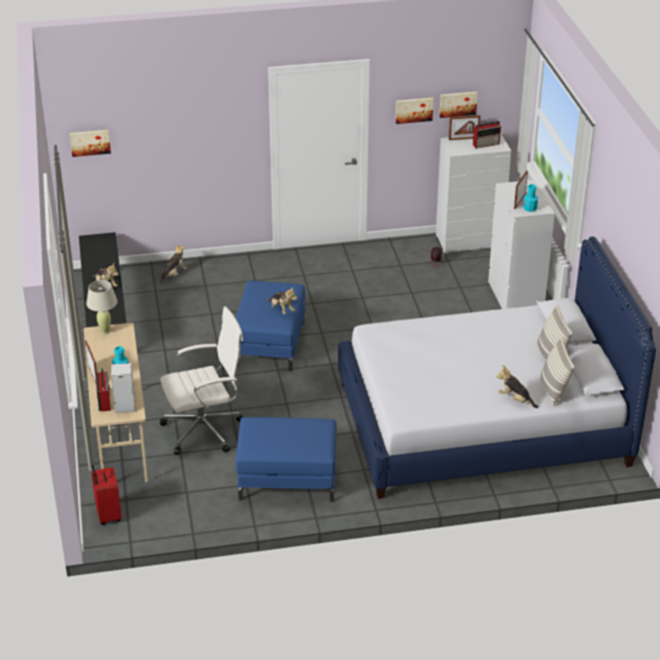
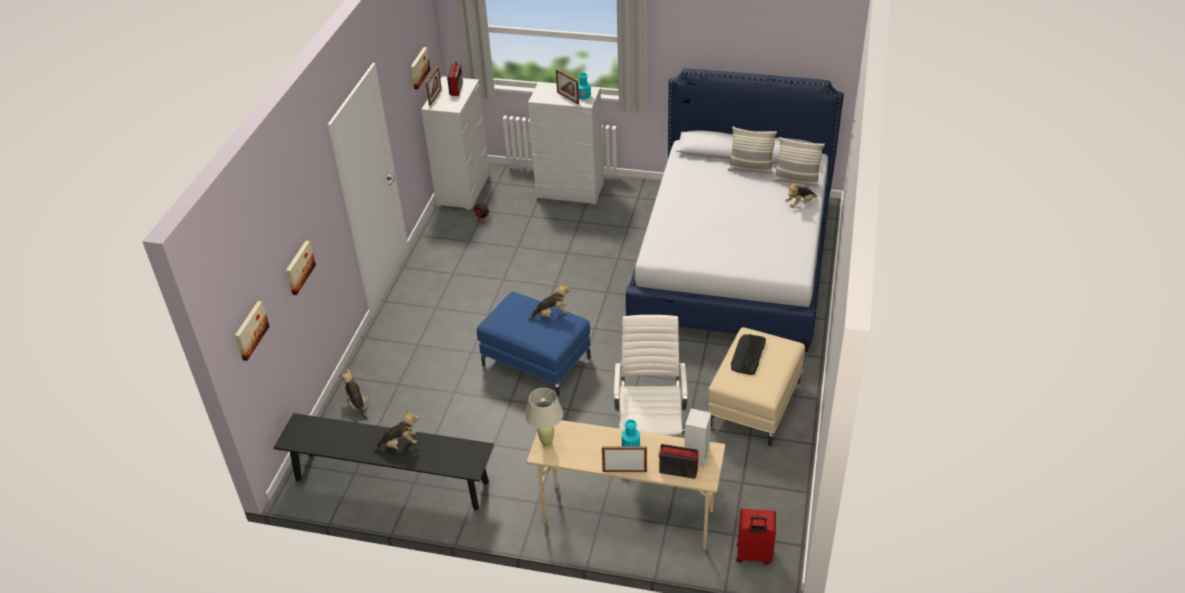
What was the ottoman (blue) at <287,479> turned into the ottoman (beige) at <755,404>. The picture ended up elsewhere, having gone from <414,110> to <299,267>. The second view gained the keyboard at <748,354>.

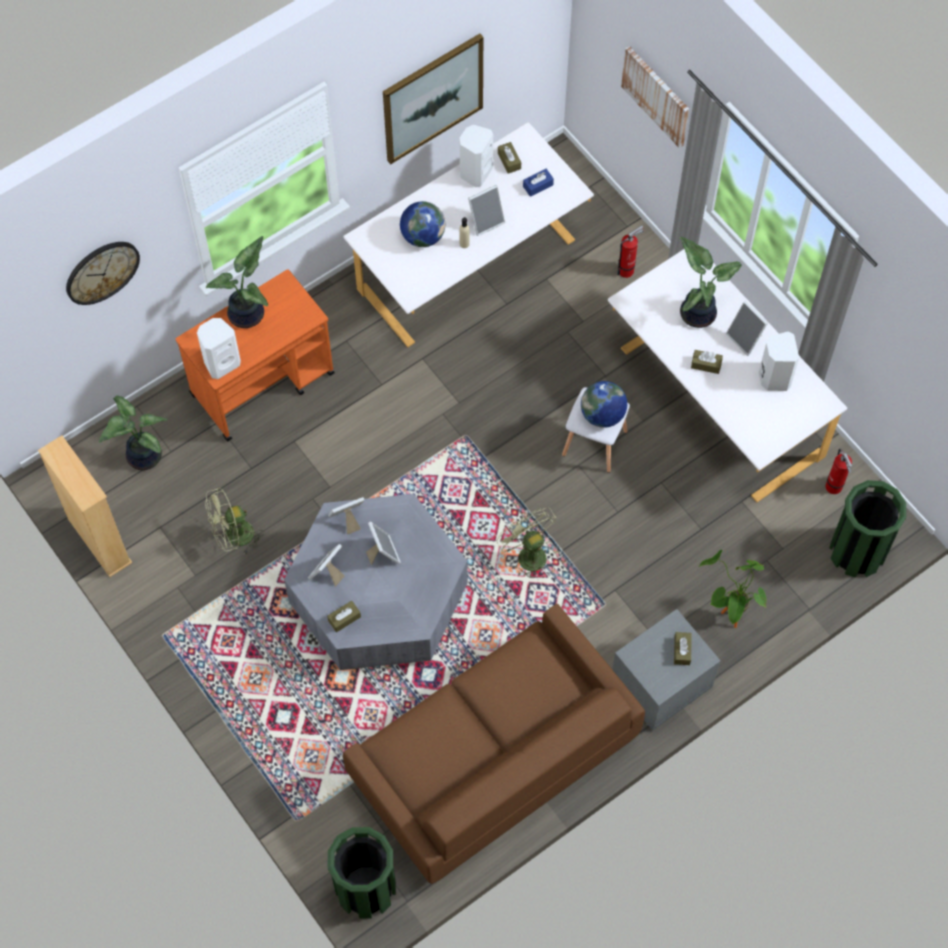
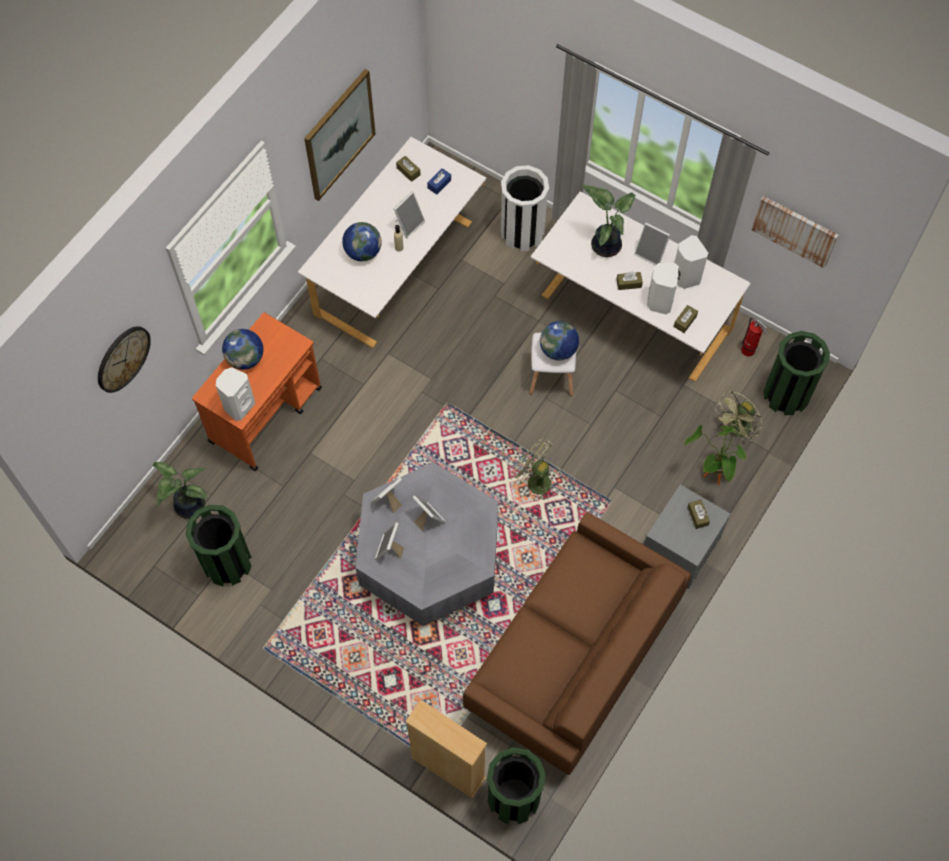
The bookcase (beige) ended up elsewhere, having gone from <99,541> to <448,768>. The fan (green) ended up elsewhere, having gone from <234,537> to <736,430>. Where the potted plant stood at <248,314>, the globe came to stand at <245,358>. The tissue box (brown) ended up elsewhere, having gone from <344,618> to <685,321>. The speaker (white) ended up elsewhere, having gone from <475,172> to <659,301>. Where the fire extinguisher stood at <627,269>, the trash can (white) came to stand at <522,232>. The picture ended up elsewhere, having gone from <656,96> to <795,230>. The second view gained the trash can (green) at <227,563>.

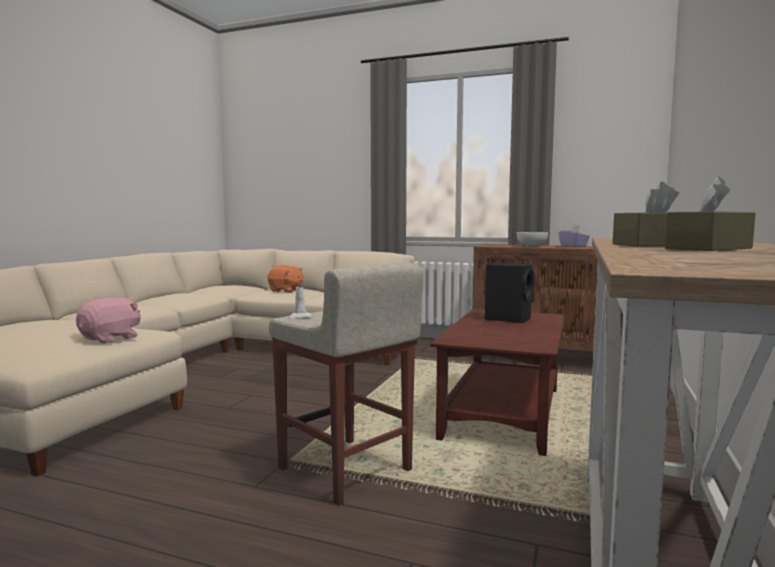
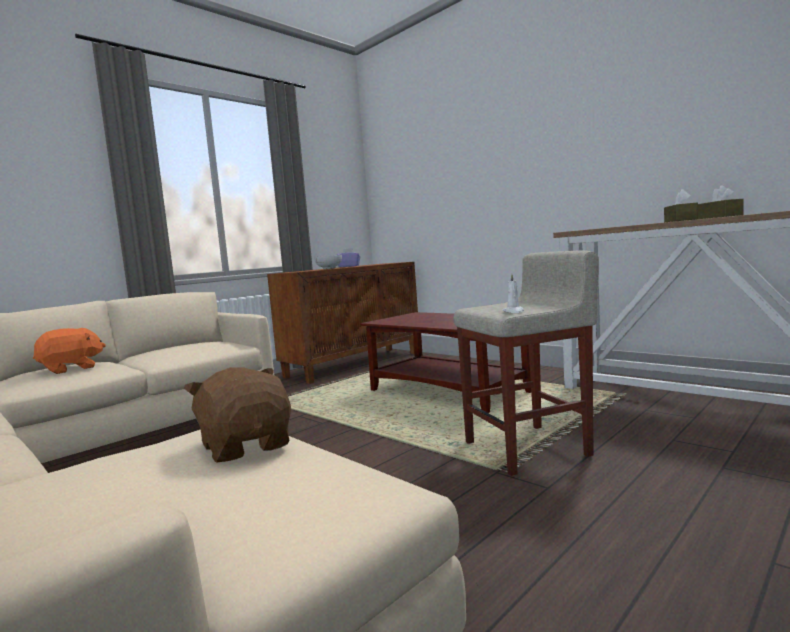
What was the plush toy (pink) at <111,339> turned into the plush toy (brown) at <246,446>. The second view lost the speaker (black) at <509,318>.

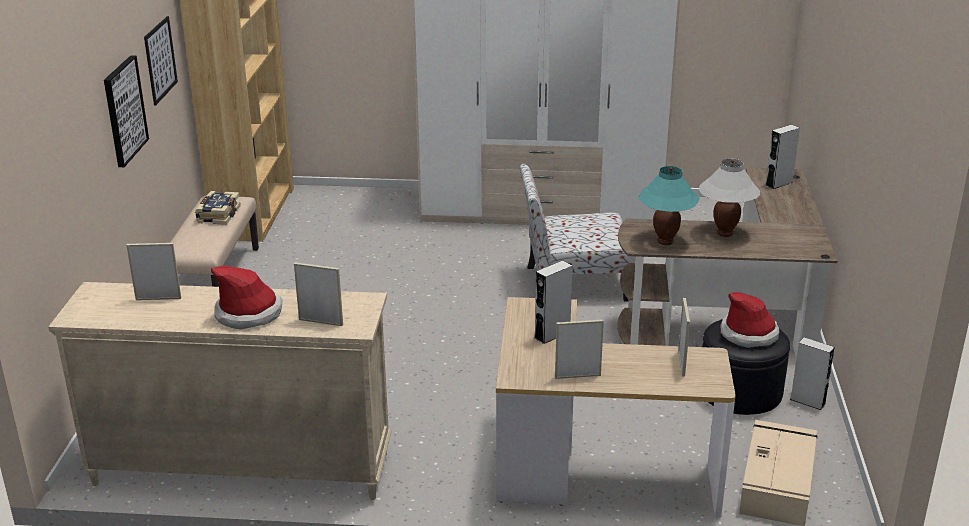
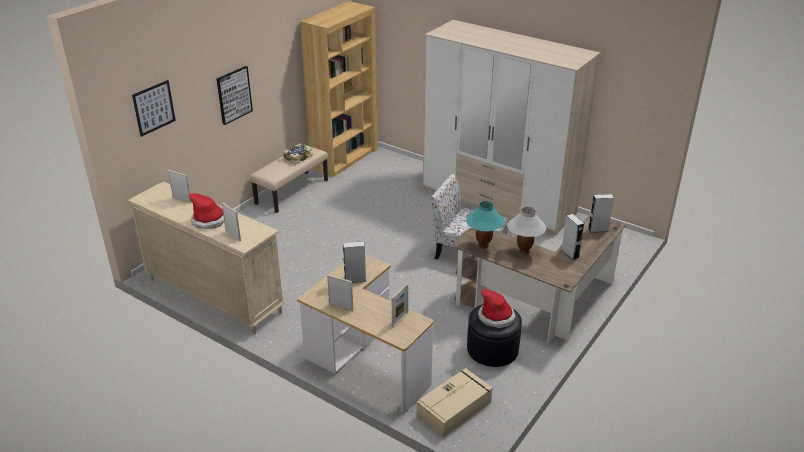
The picture ended up elsewhere, having gone from <160,60> to <154,108>. The speaker (grey) ended up elsewhere, having gone from <807,401> to <570,253>.

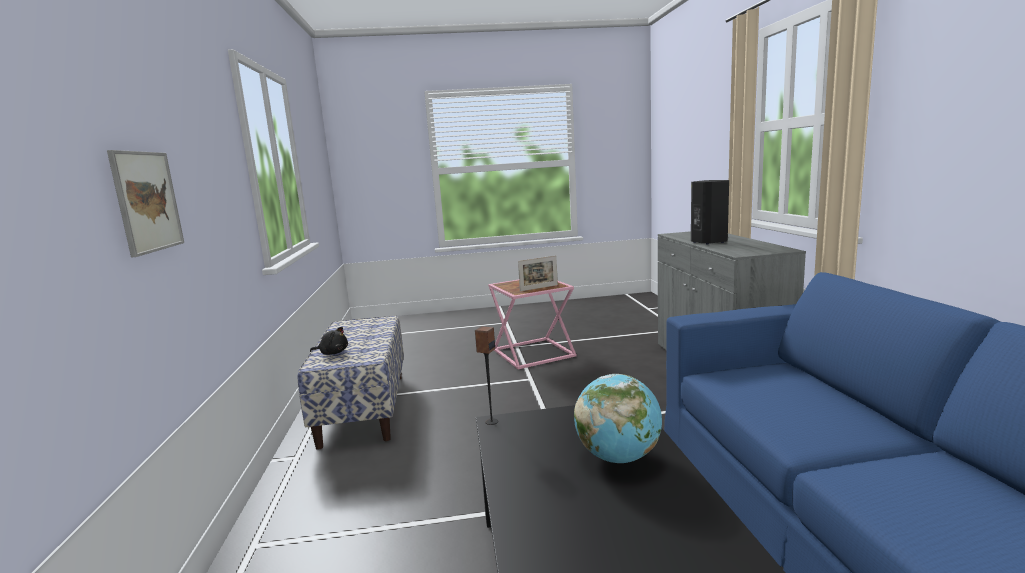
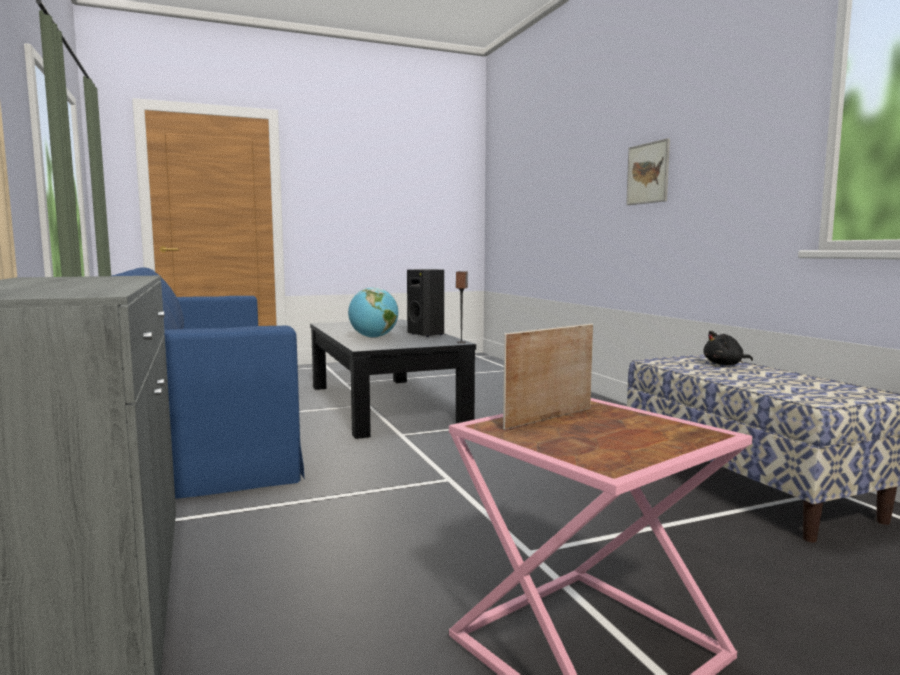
The speaker (black) ended up elsewhere, having gone from <707,242> to <427,334>.

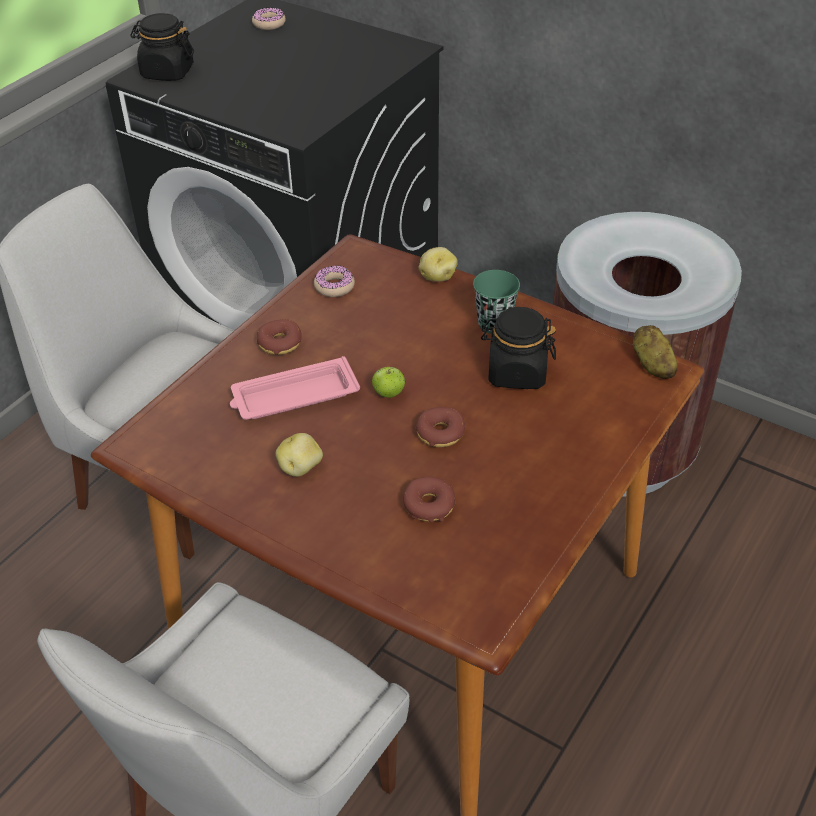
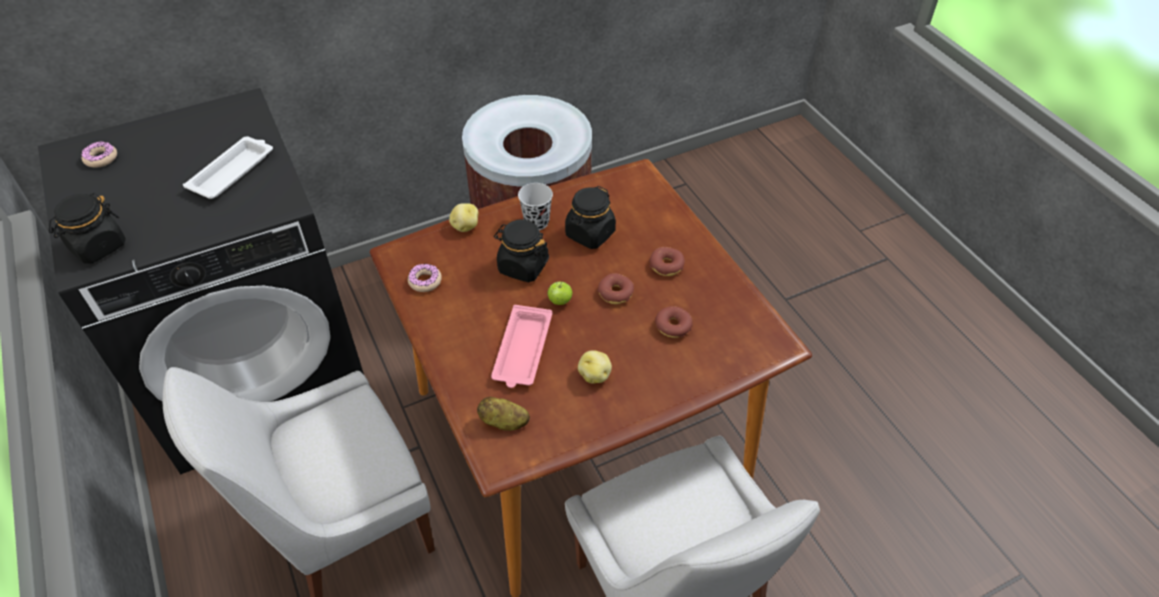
The donut ended up elsewhere, having gone from <280,343> to <666,265>. What was the cup (green) at <494,324> turned into the cup (black) at <536,222>. The potato ended up elsewhere, having gone from <652,365> to <504,422>. The second view gained the tray (white) at <233,171>. The second view gained the jar (black) at <522,266>.

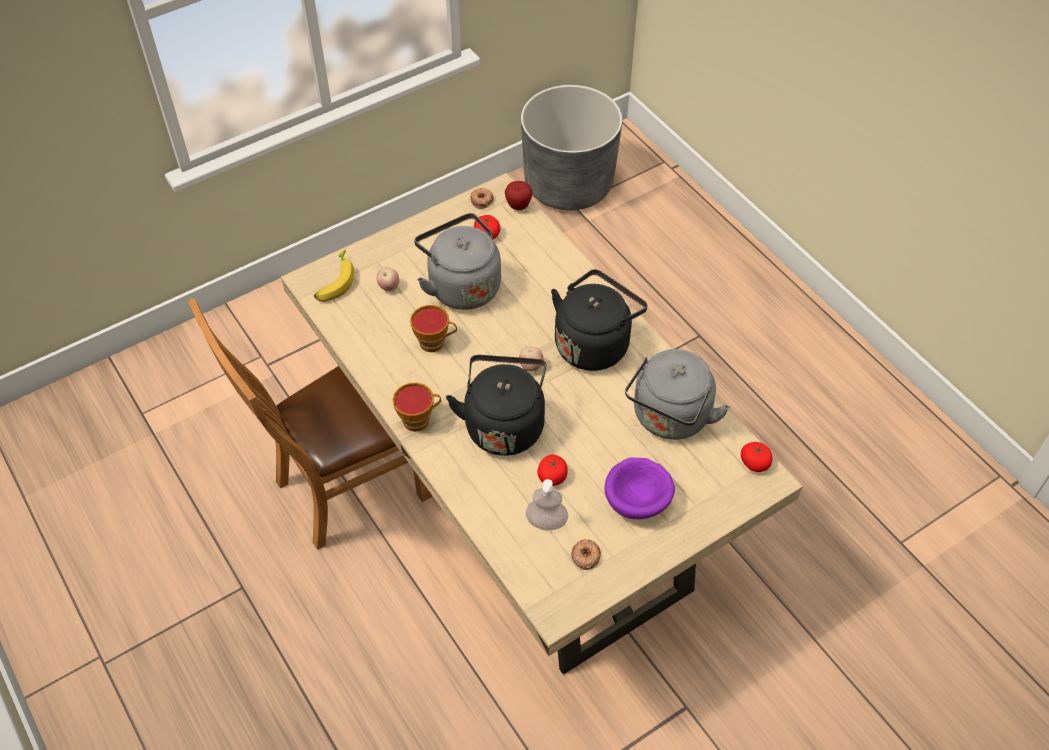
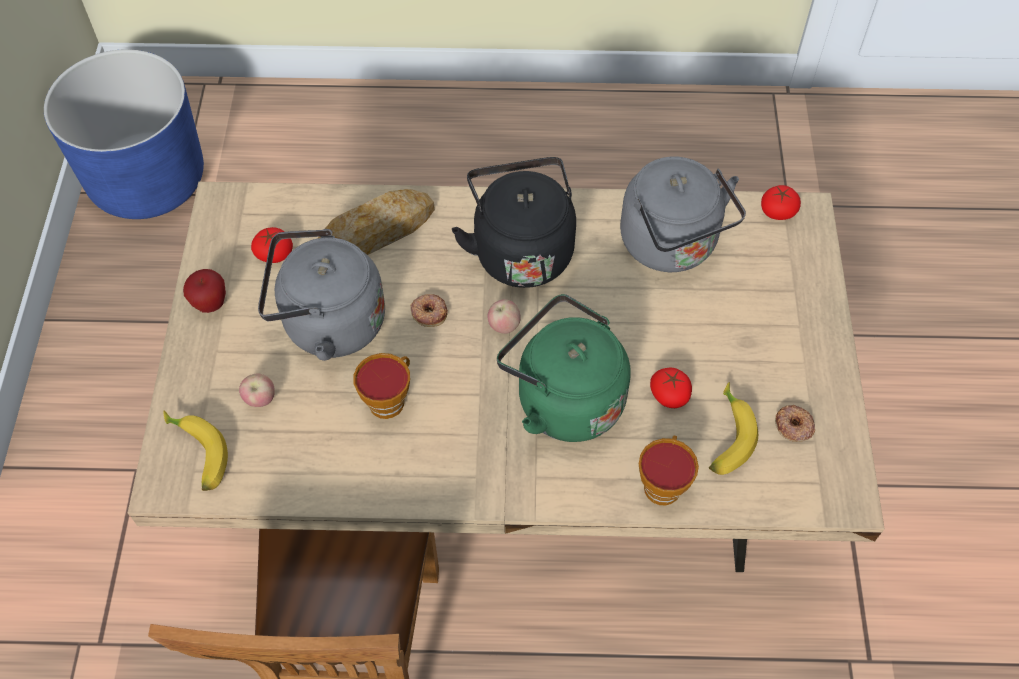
The cup ended up elsewhere, having gone from <419,419> to <662,483>. What was the kettle (black) at <504,424> turned into the kettle (green) at <564,399>. The donut ended up elsewhere, having gone from <482,200> to <429,312>. The apple ended up elsewhere, having gone from <518,206> to <210,304>. What was the planter (grey) at <568,184> turned into the planter (blue) at <147,180>. Where the soap dispenser stood at <546,522>, the banana came to stand at <725,436>. The second view lost the bowl (purple) at <638,501>. The second view gained the bread at <376,232>.

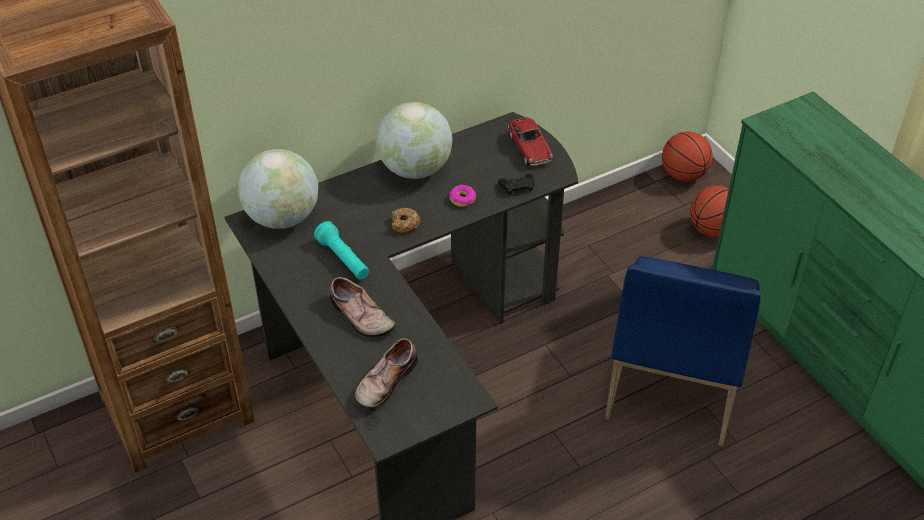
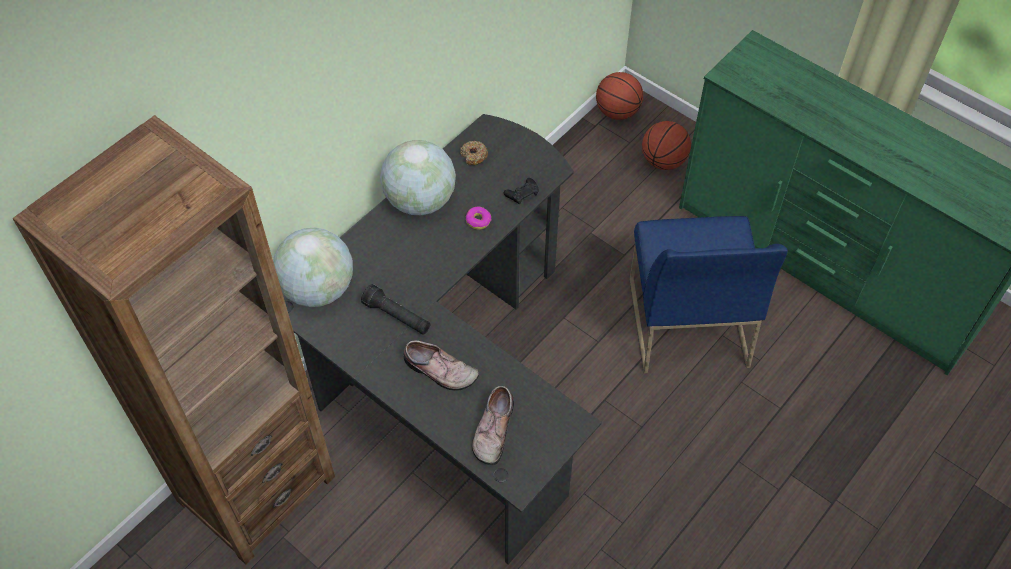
What was the flashlight (turquoise) at <343,259> turned into the flashlight (black) at <397,317>. The donut ended up elsewhere, having gone from <405,224> to <474,156>. The second view lost the toy car at <529,148>.

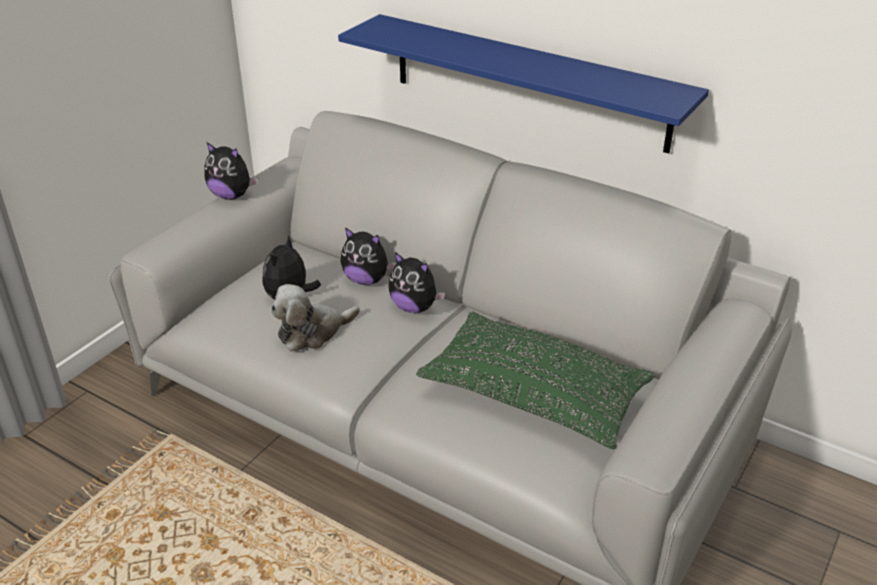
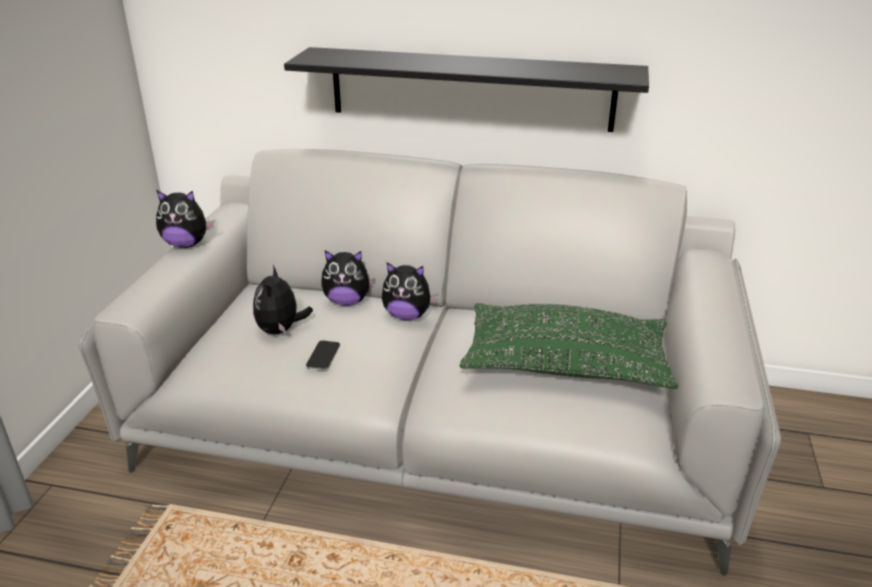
Where the plush toy stood at <312,332>, the phone came to stand at <323,356>. What was the shelf (blue) at <528,82> turned into the shelf (black) at <470,89>.

